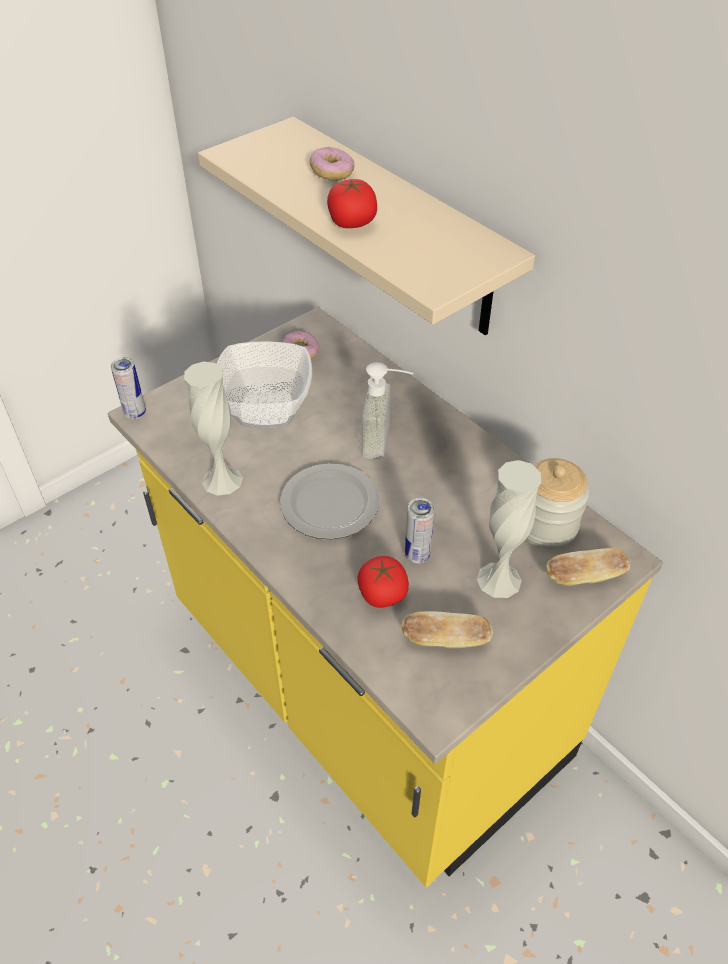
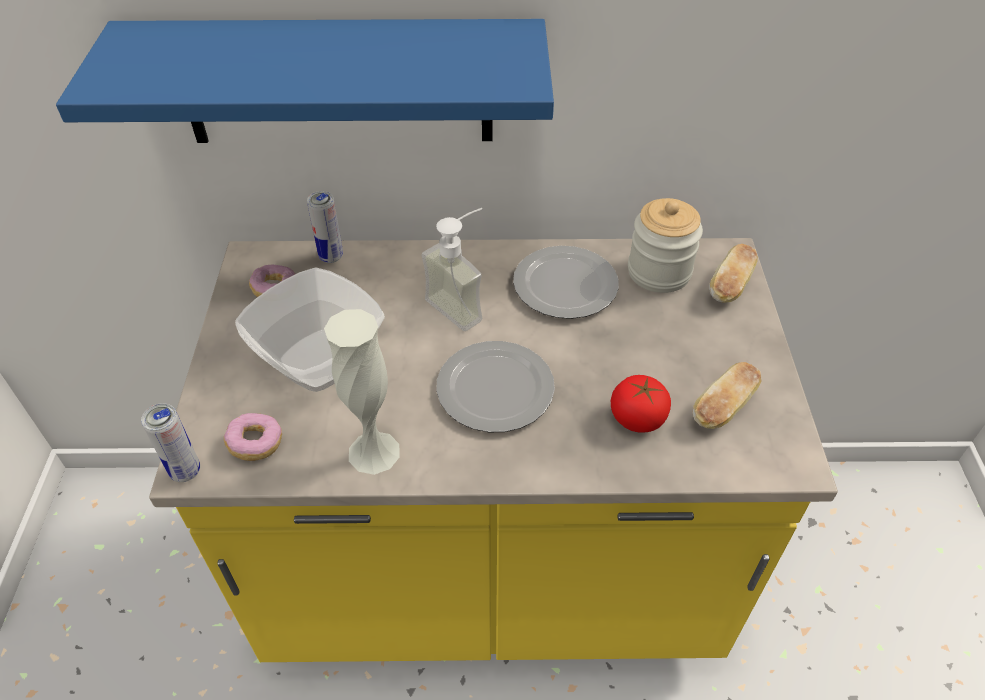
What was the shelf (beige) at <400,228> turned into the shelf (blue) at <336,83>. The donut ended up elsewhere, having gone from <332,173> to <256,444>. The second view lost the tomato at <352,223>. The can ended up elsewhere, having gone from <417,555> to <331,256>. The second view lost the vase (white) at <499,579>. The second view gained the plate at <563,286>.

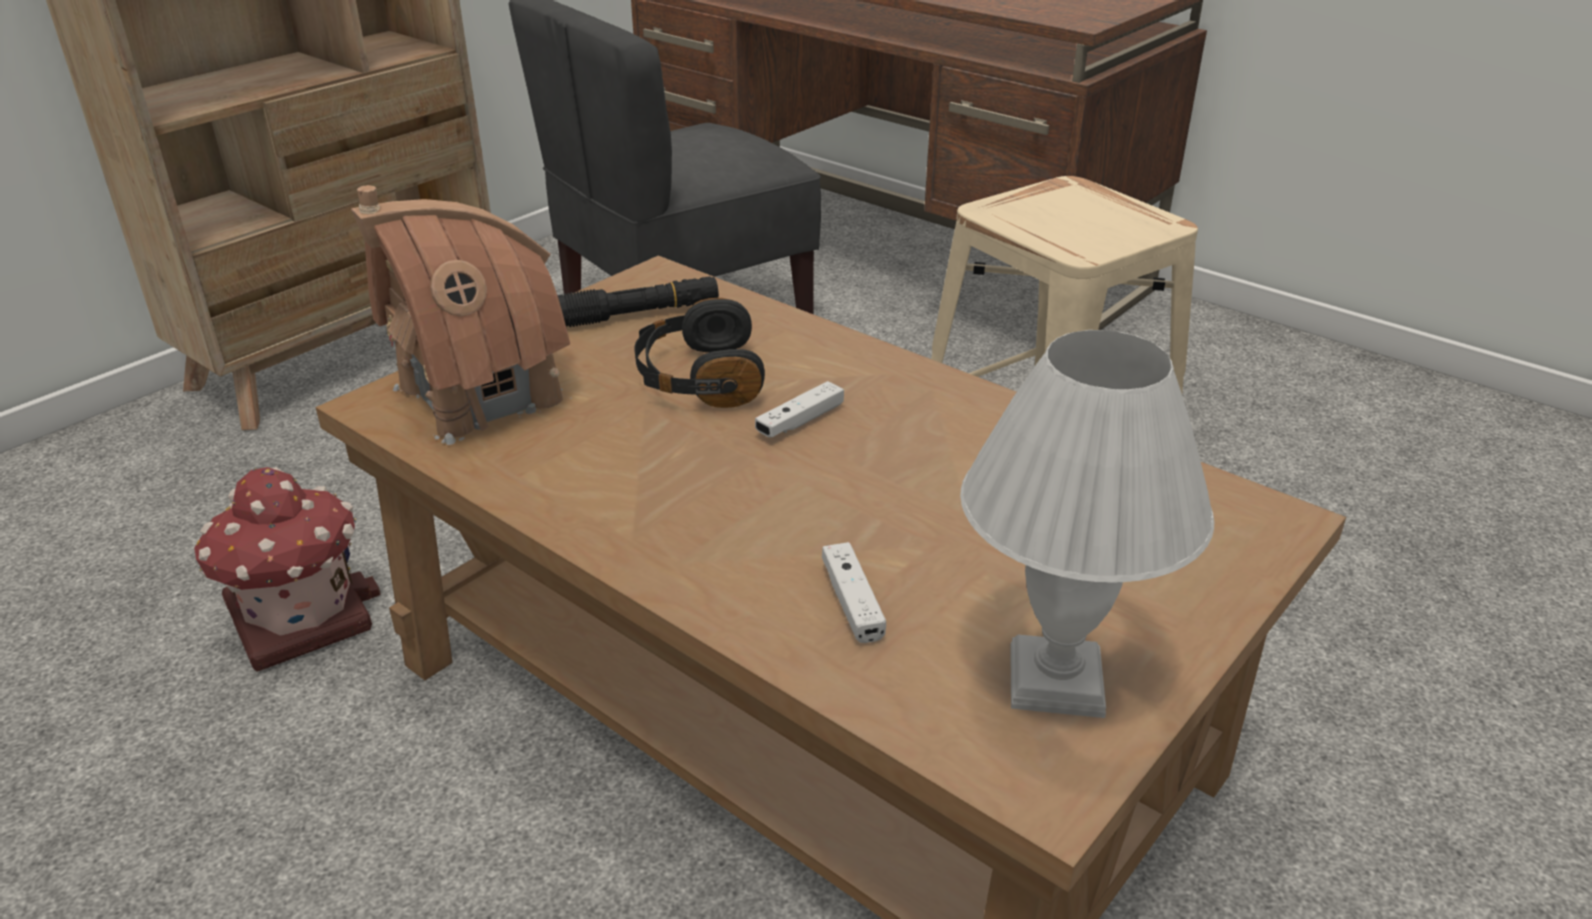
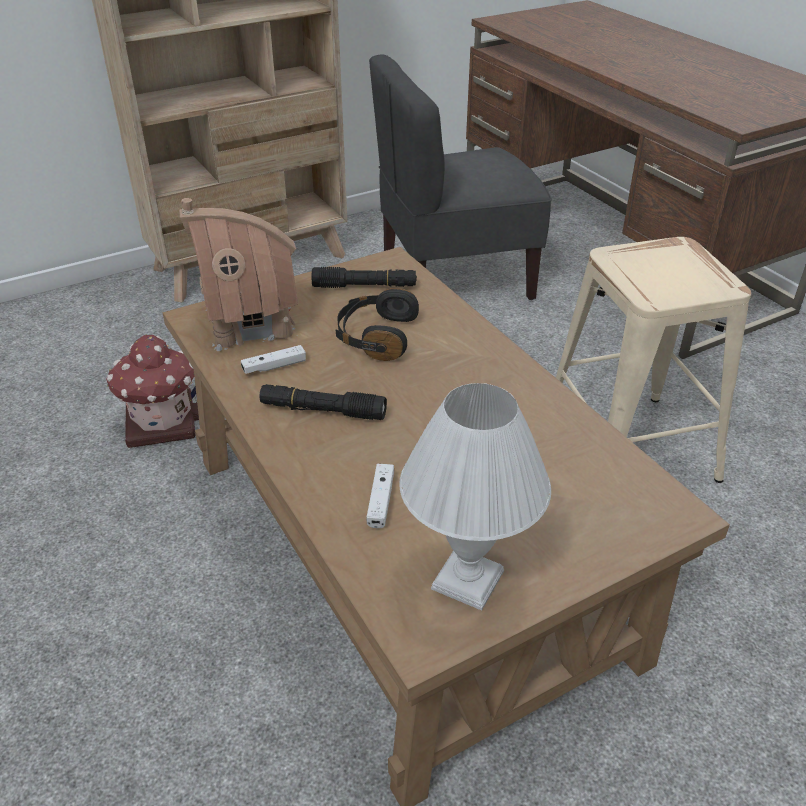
The game controller (white) ended up elsewhere, having gone from <800,421> to <274,366>. The second view gained the flashlight (black) at <322,410>.

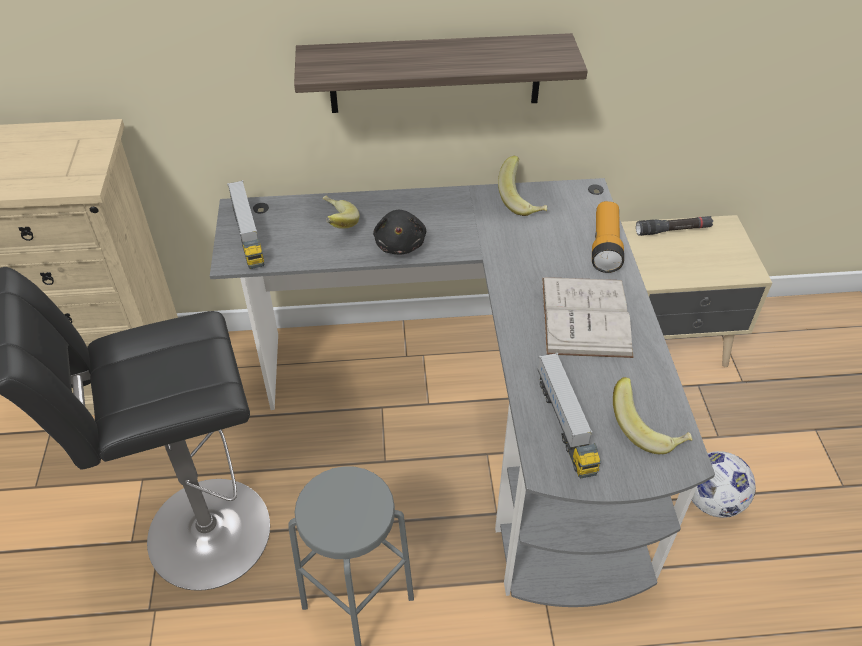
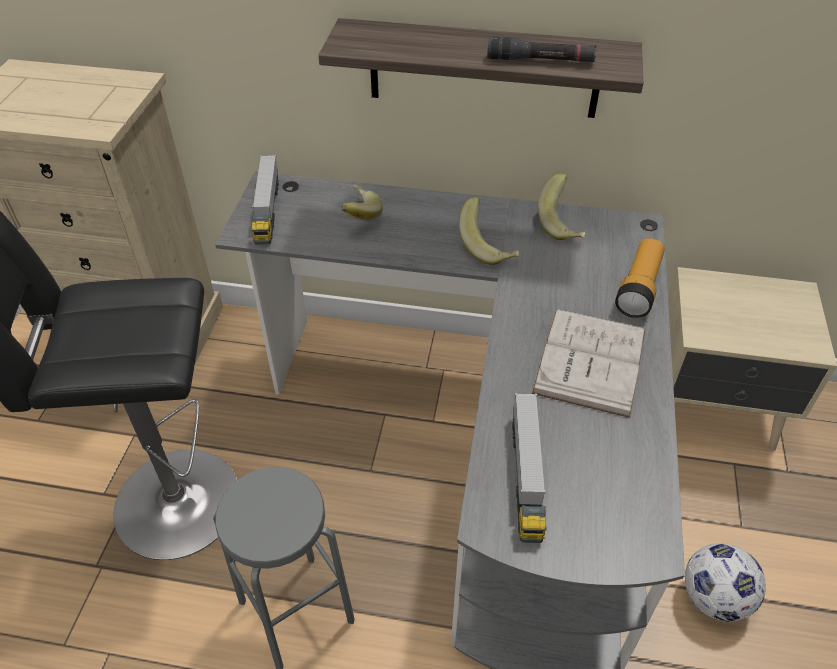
The second view lost the plush toy (black) at <400,244>. The banana ended up elsewhere, having gone from <647,429> to <488,247>. The flashlight (black) ended up elsewhere, having gone from <673,230> to <540,60>.

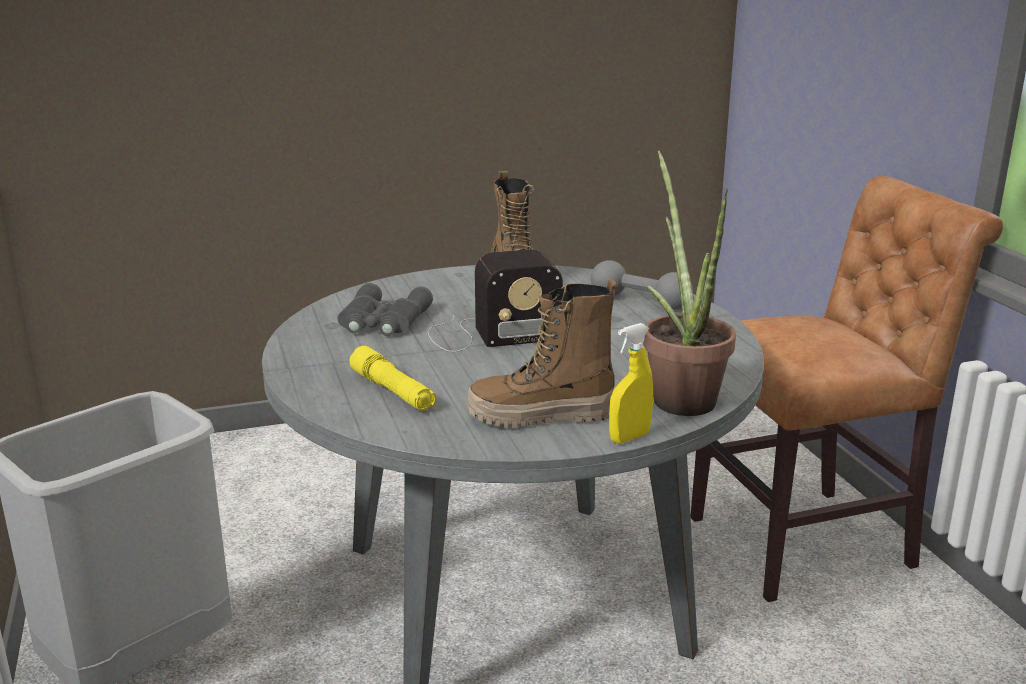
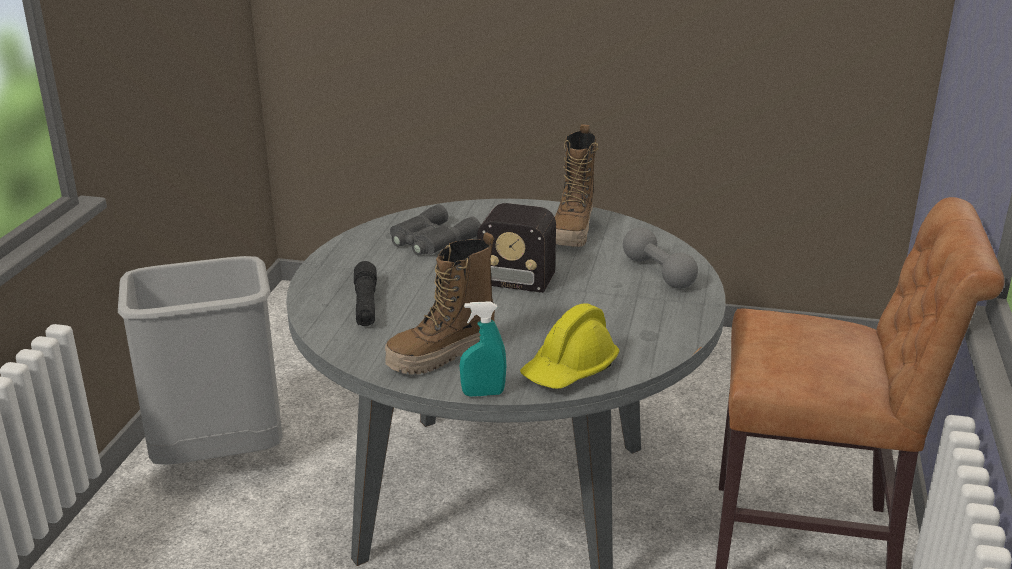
What was the flashlight (yellow) at <393,392> turned into the flashlight (black) at <366,304>. The boot at <541,417> ended up facing another way, 60 degrees counterclockwise from before. What was the spray bottle (yellow) at <629,438> turned into the spray bottle (turquoise) at <483,393>. Where the potted plant stood at <679,396>, the hard hat (yellow) came to stand at <570,370>.

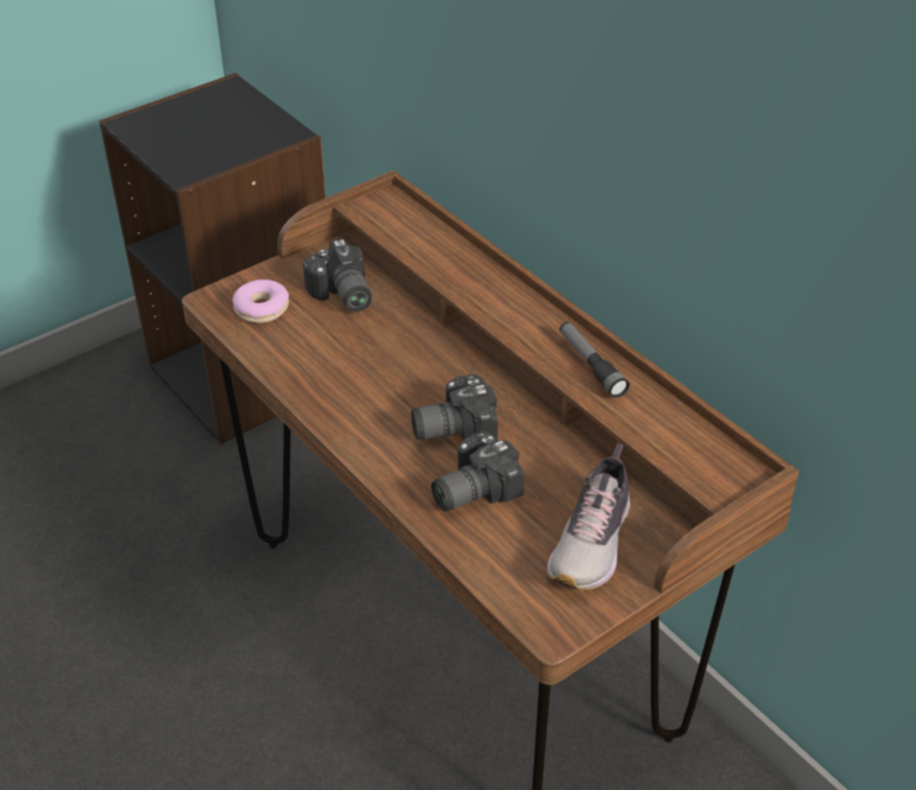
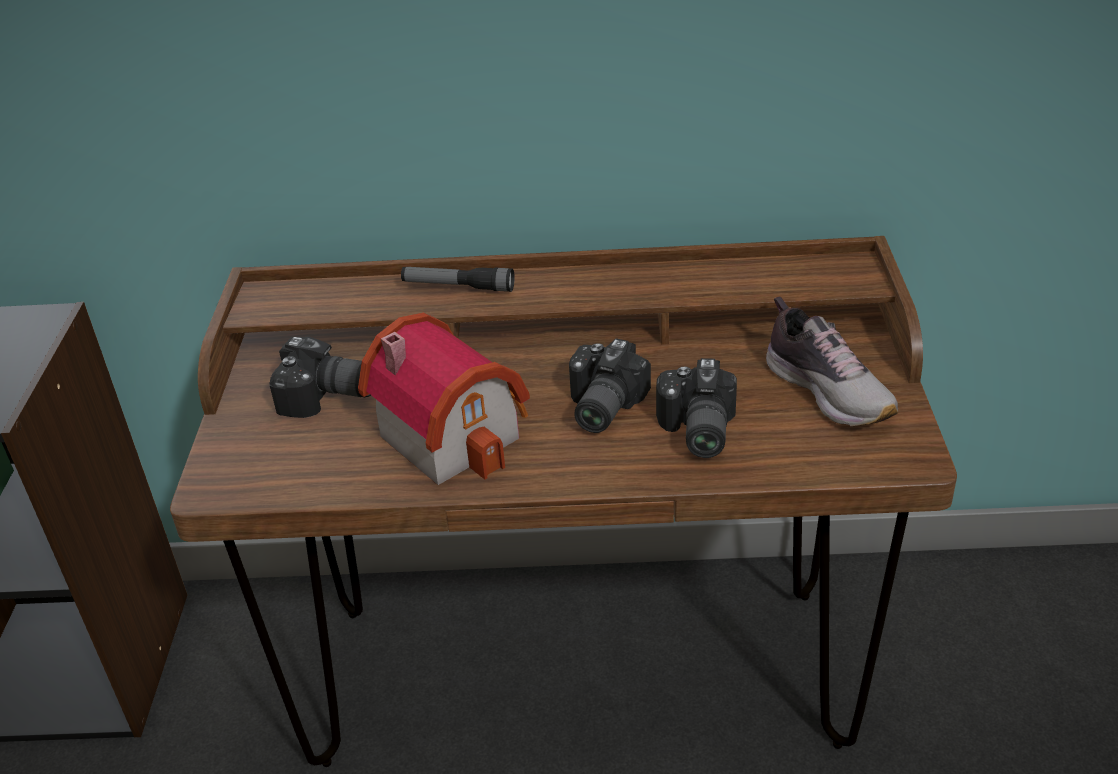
The second view lost the donut at <262,308>. The flashlight ended up elsewhere, having gone from <591,365> to <458,286>. The second view gained the toy house at <454,432>.

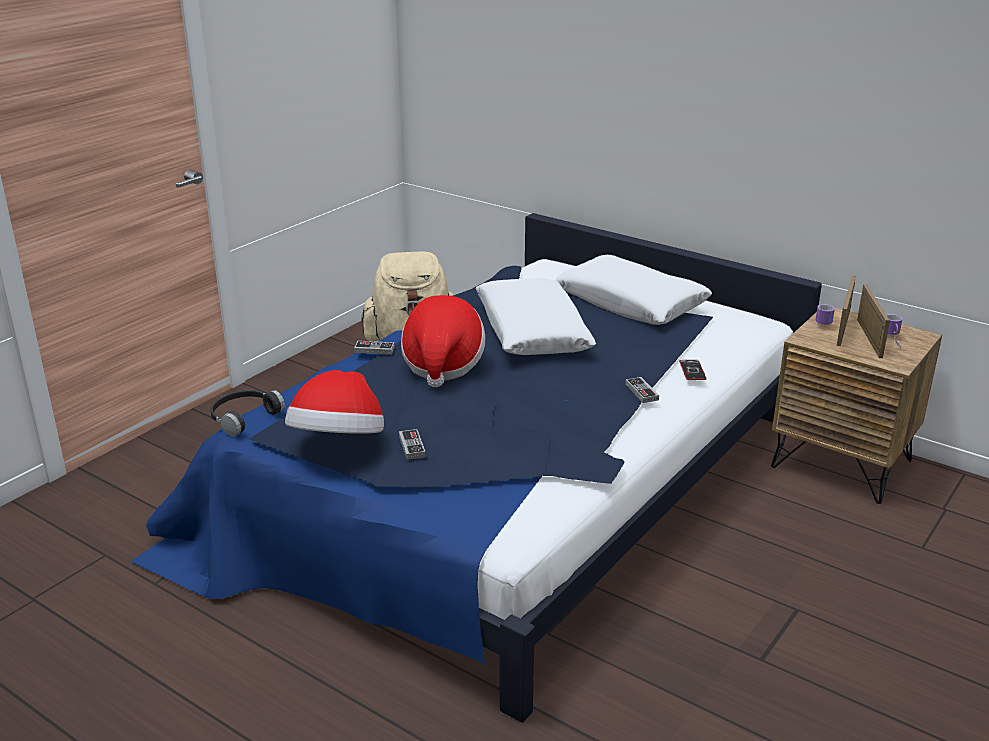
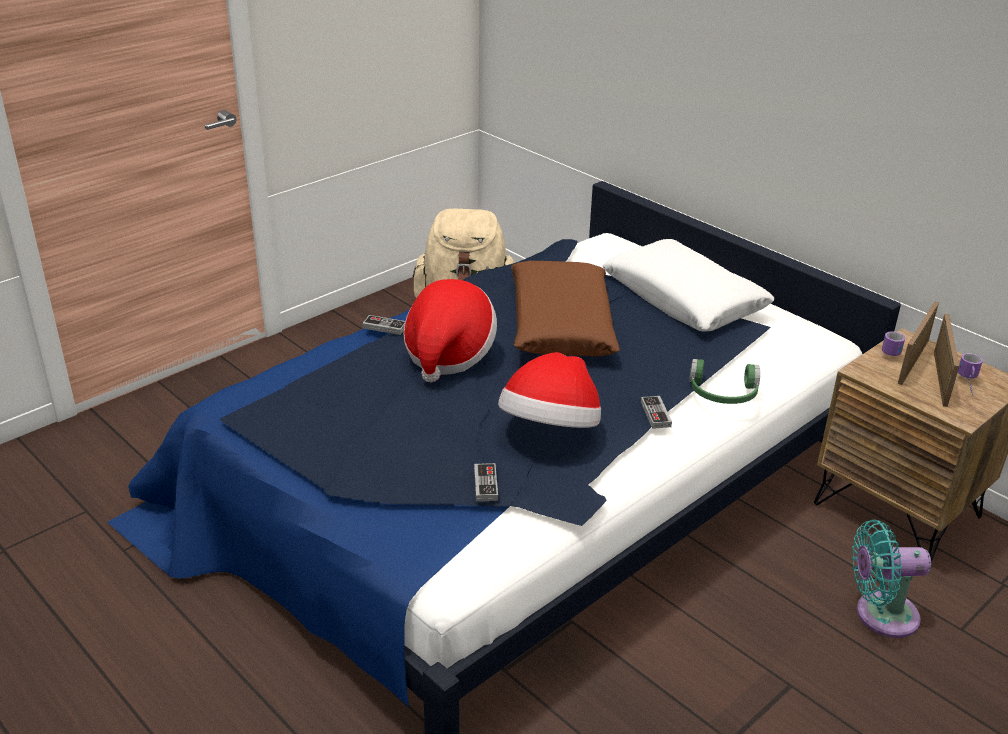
The second view lost the headphones (black) at <243,417>. The hat ended up elsewhere, having gone from <339,443> to <550,430>. The game controller ended up elsewhere, having gone from <412,446> to <485,484>. What was the pillow (white) at <532,332> turned into the pillow (brown) at <560,324>. Where the phone stood at <692,370>, the headphones (green) came to stand at <723,393>. The second view gained the fan (turquoise) at <880,615>.

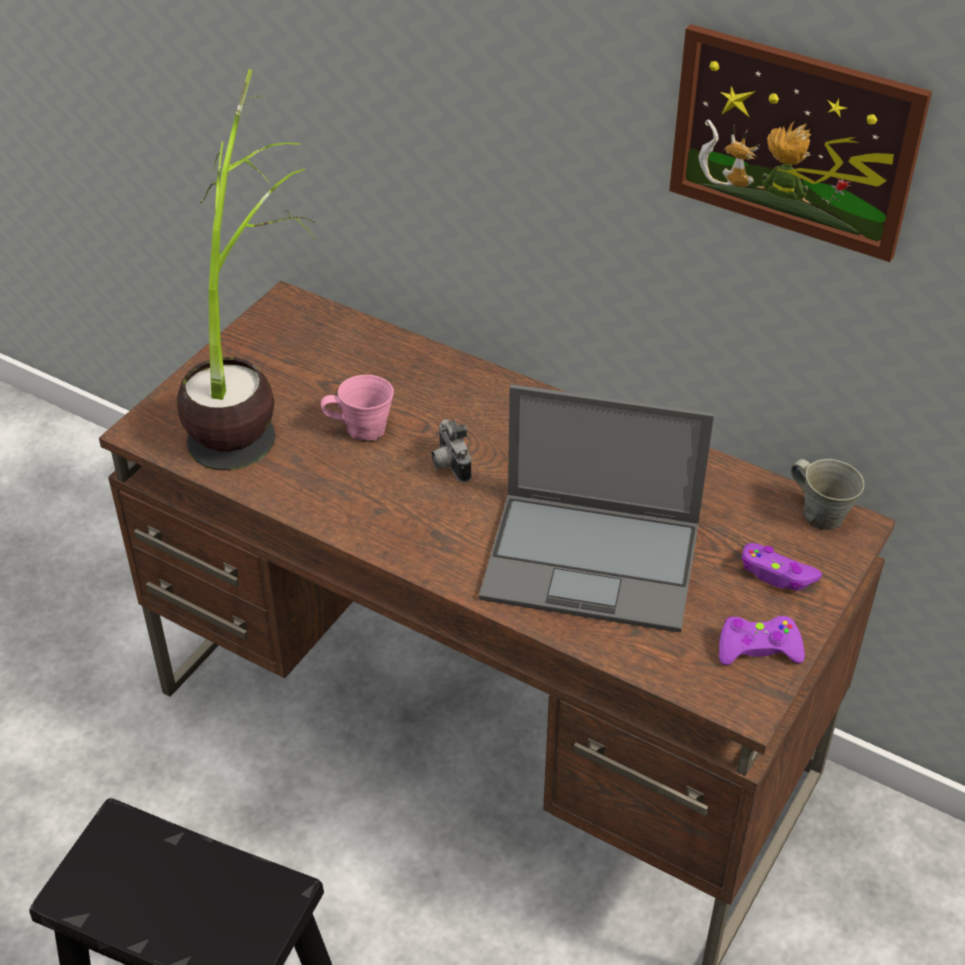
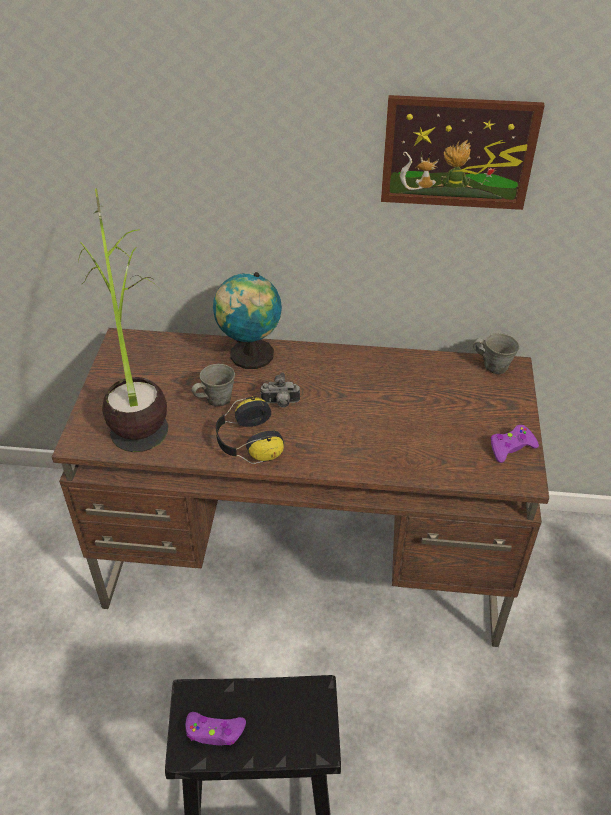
What was the mug (pink) at <363,429> turned into the mug (grey) at <216,399>. The photo camera at <449,465> ended up facing another way, 45 degrees counterclockwise from before. The second view lost the laptop at <594,561>. The game controller (purple) ended up elsewhere, having gone from <777,574> to <214,732>. The second view gained the globe at <249,356>. The second view gained the headphones at <247,442>.

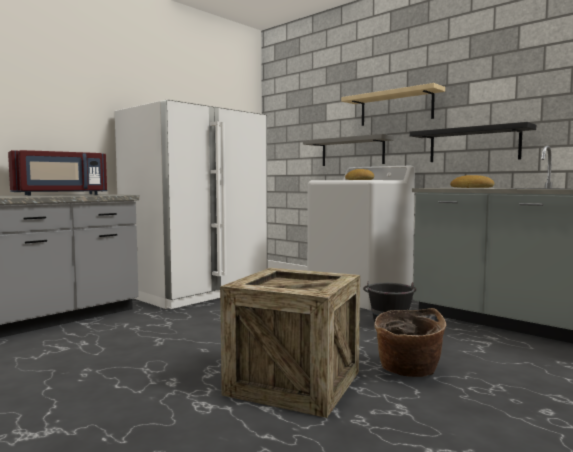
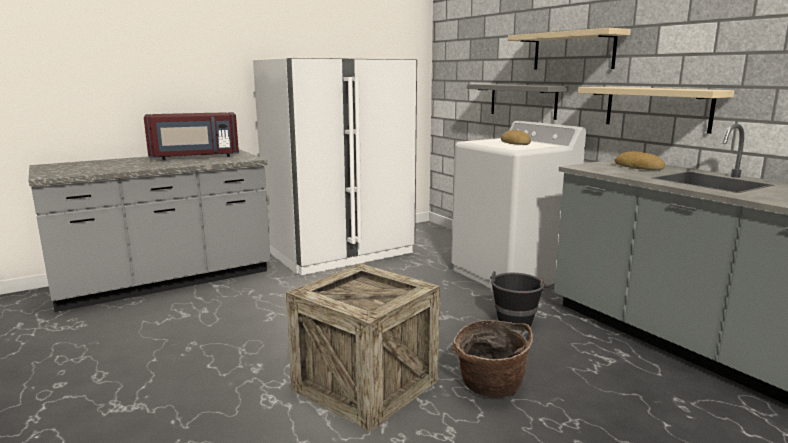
What was the shelf (black) at <473,145> turned into the shelf (beige) at <657,108>.

